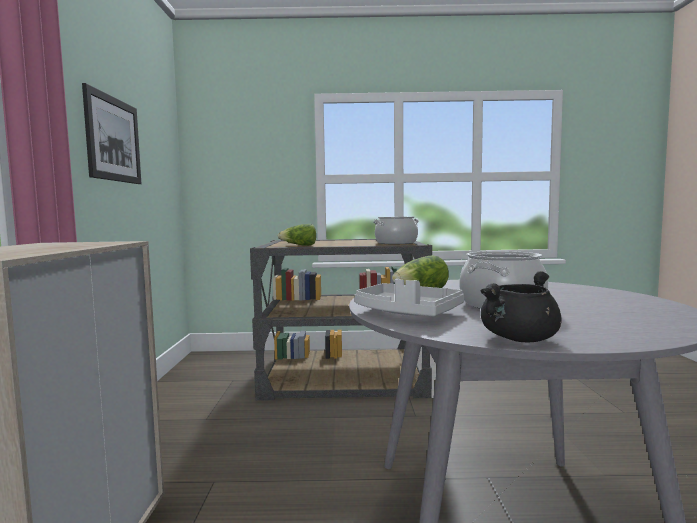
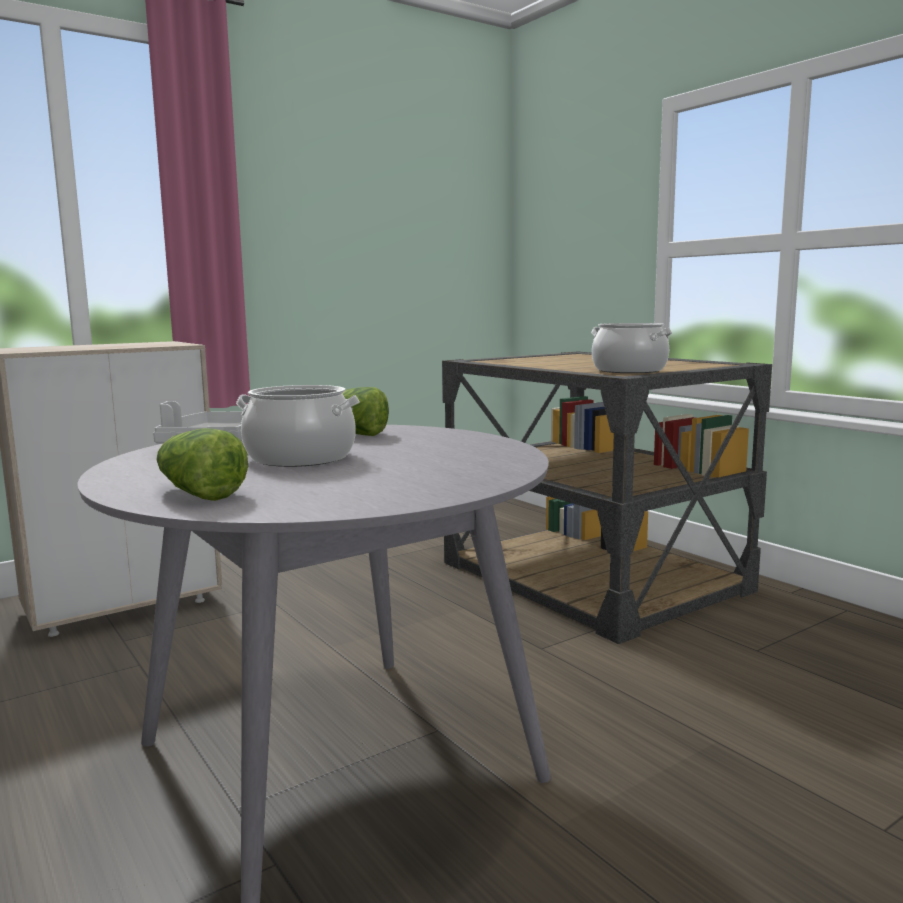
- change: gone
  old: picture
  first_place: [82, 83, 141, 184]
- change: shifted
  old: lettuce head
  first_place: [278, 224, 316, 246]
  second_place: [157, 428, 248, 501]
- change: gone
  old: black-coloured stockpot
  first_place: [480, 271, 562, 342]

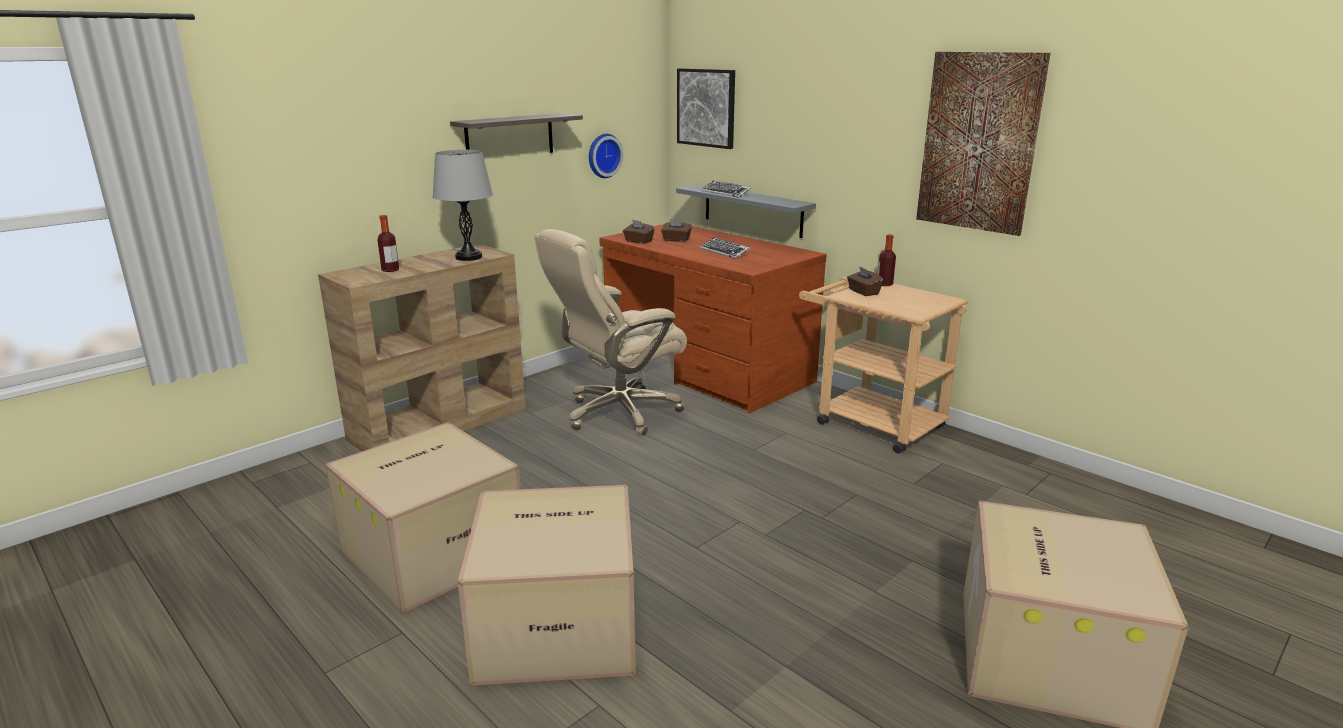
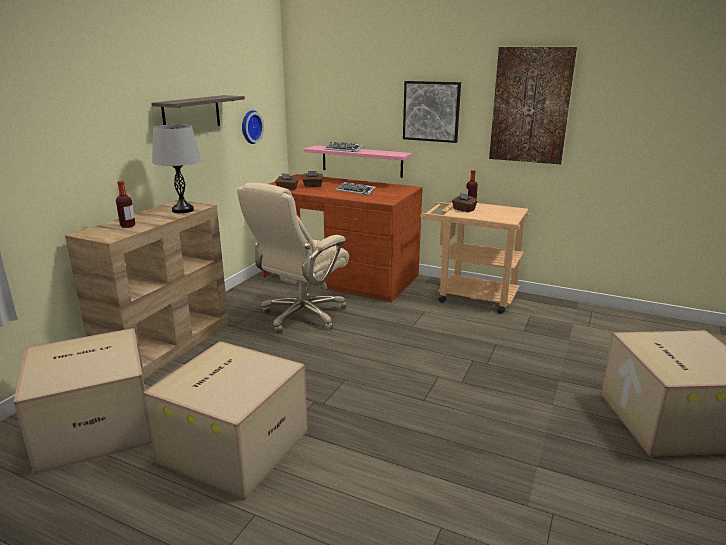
- change: shifted
  old: picture
  first_place: [677, 68, 735, 149]
  second_place: [403, 81, 461, 143]
- change: repainted
  old: gray bracket shelf
  new: pinkish bracket shelf
  first_place: [676, 184, 816, 238]
  second_place: [304, 145, 412, 178]
- change: shifted
  old: carton
  first_place: [458, 485, 636, 686]
  second_place: [14, 328, 152, 474]

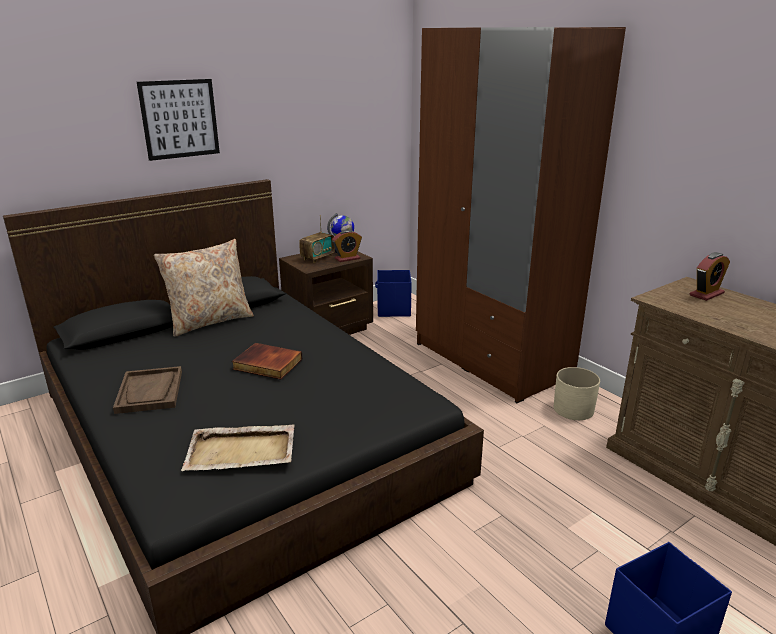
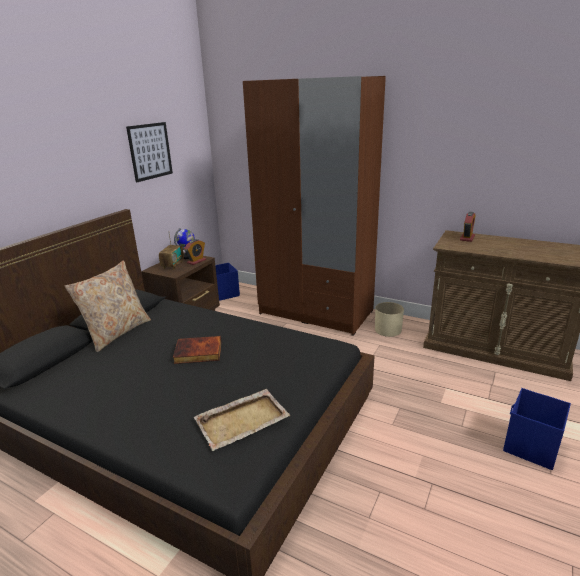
- change: shifted
  old: picture
  first_place: [137, 79, 220, 161]
  second_place: [126, 122, 173, 182]
- change: gone
  old: brownish serving tray
  first_place: [113, 366, 182, 414]

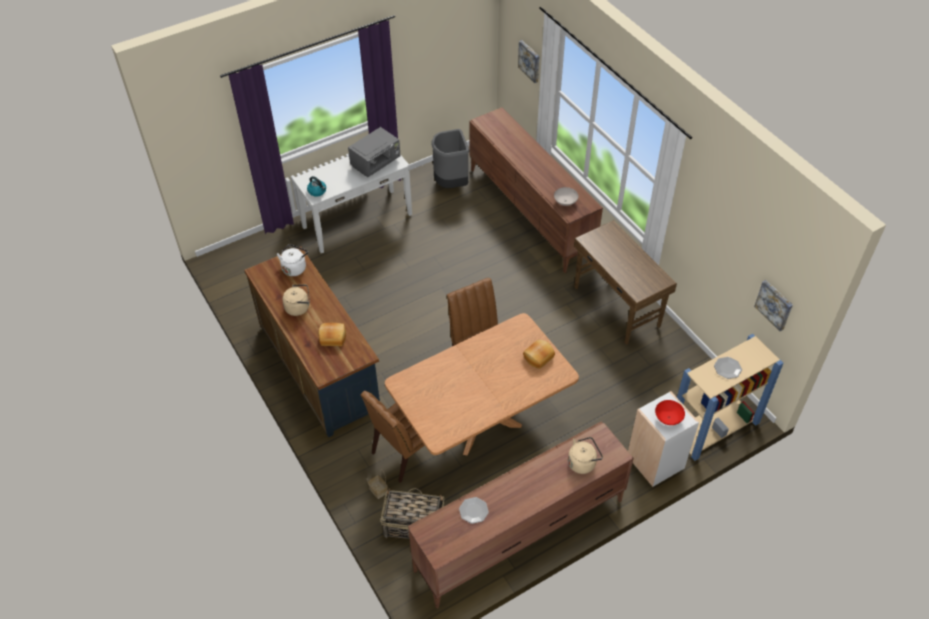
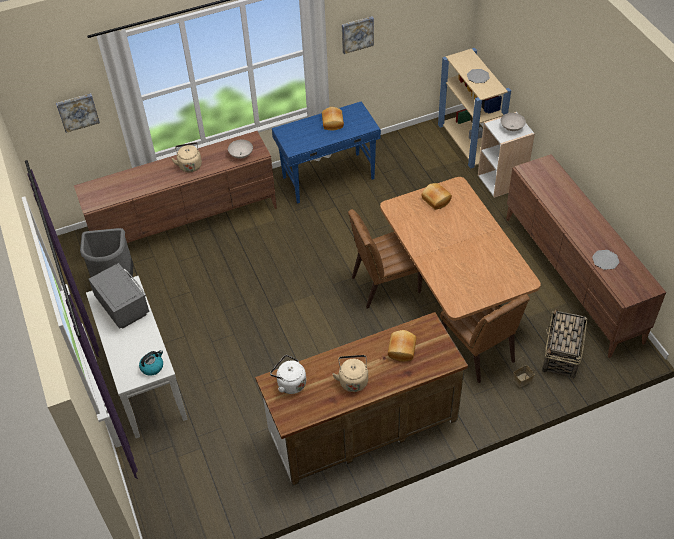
- change: repainted
  old: brownish console table
  new: bluish console table
  first_place: [574, 220, 677, 345]
  second_place: [272, 101, 381, 204]
- change: repainted
  old: bluish drawer chest
  new: white-coloured drawer chest
  first_place: [244, 246, 380, 437]
  second_place: [255, 312, 468, 485]
- change: shifted
  old: picture
  first_place: [754, 280, 793, 331]
  second_place: [342, 16, 374, 54]
- change: repainted
  old: red deep dish
  new: white-coloured deep dish
  first_place: [655, 400, 685, 425]
  second_place: [501, 113, 526, 131]
- change: shifted
  old: beige-coloured water kettle
  first_place: [568, 437, 603, 474]
  second_place: [171, 142, 202, 172]
- change: new
  new: bread
  second_place: [322, 107, 344, 131]

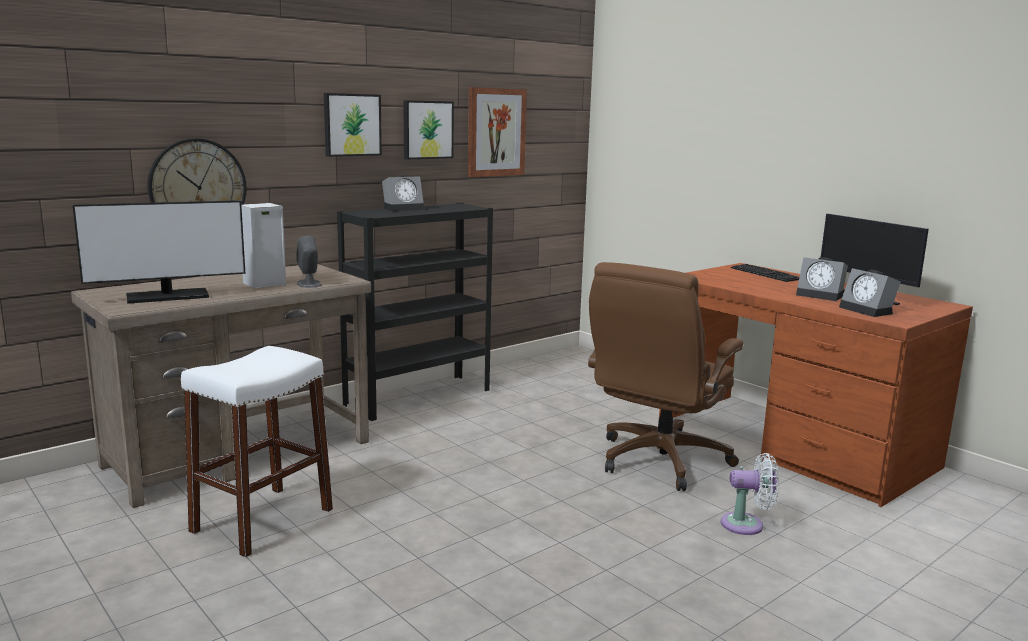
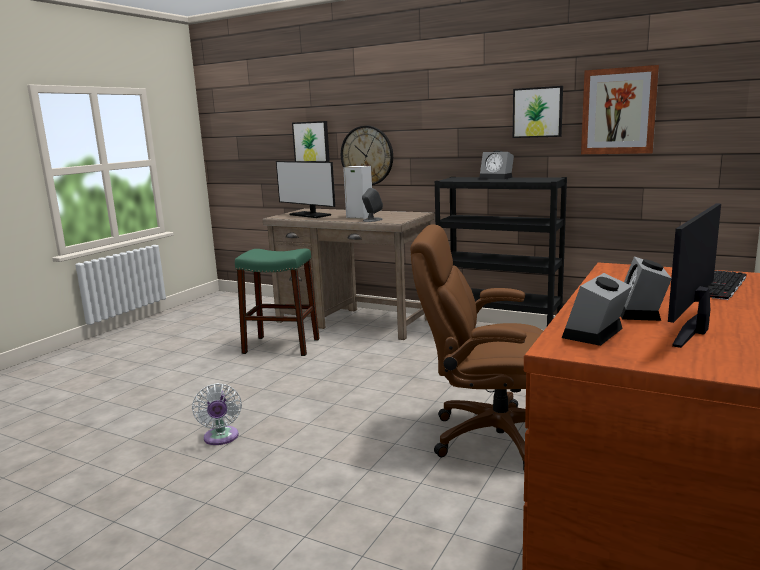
- change: shifted
  old: picture
  first_place: [324, 93, 382, 157]
  second_place: [292, 121, 330, 162]
- change: repainted
  old: white-coloured stool seat
  new: greenish stool seat
  first_place: [181, 346, 333, 558]
  second_place: [235, 249, 320, 356]
- change: shifted
  old: white-coloured electric fan
  first_place: [721, 453, 779, 535]
  second_place: [192, 383, 242, 445]

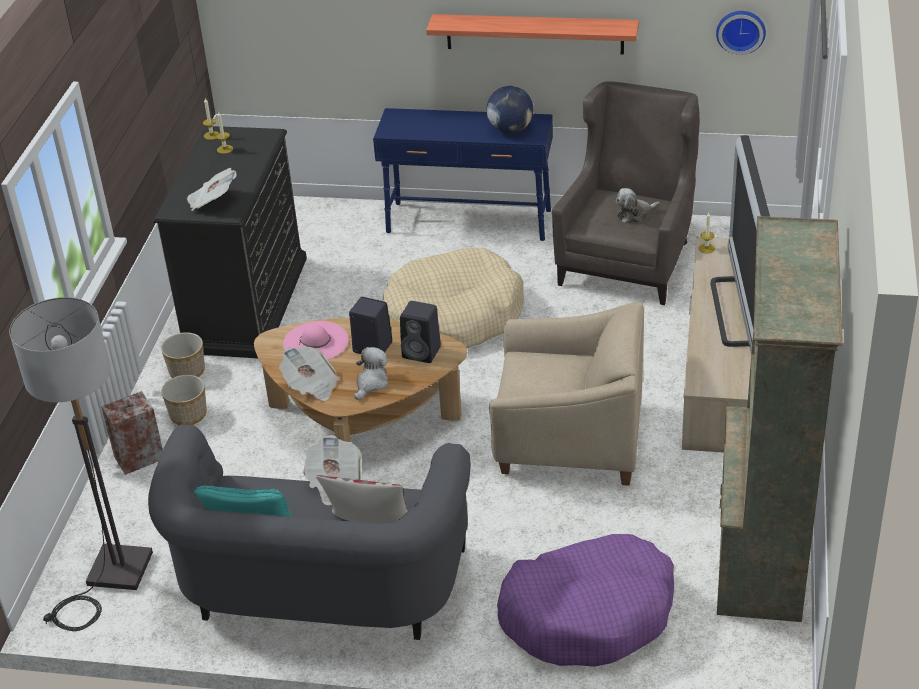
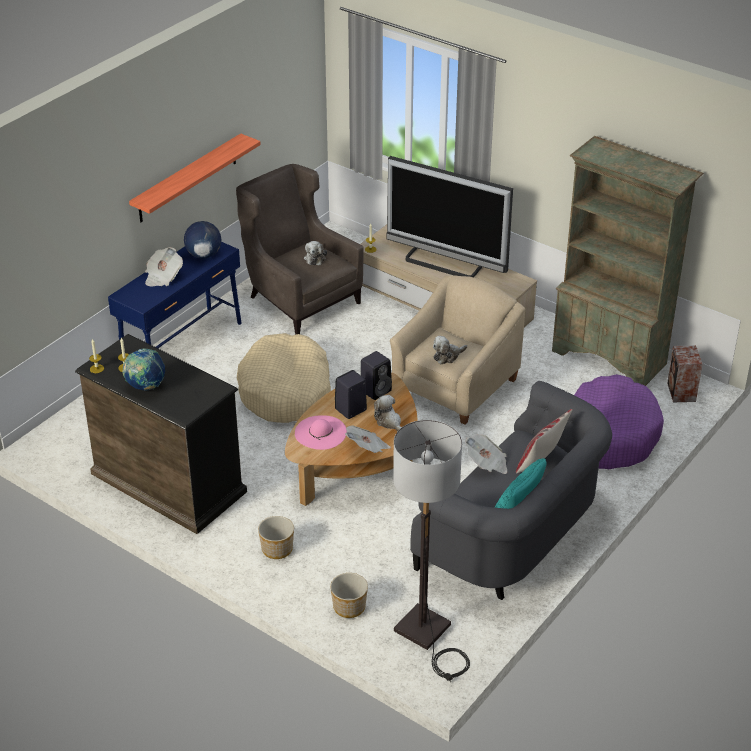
- change: gone
  old: clock on the wall
  first_place: [716, 11, 766, 55]
- change: shifted
  old: printed paper
  first_place: [187, 168, 237, 211]
  second_place: [145, 247, 183, 286]
- change: shifted
  old: planter
  first_place: [161, 332, 205, 378]
  second_place: [330, 573, 368, 618]
- change: shifted
  old: speaker
  first_place: [101, 391, 163, 475]
  second_place: [667, 345, 703, 402]
- change: new
  new: cuddly toy
  second_place: [433, 336, 467, 364]
- change: new
  new: desk globe
  second_place: [123, 348, 165, 390]

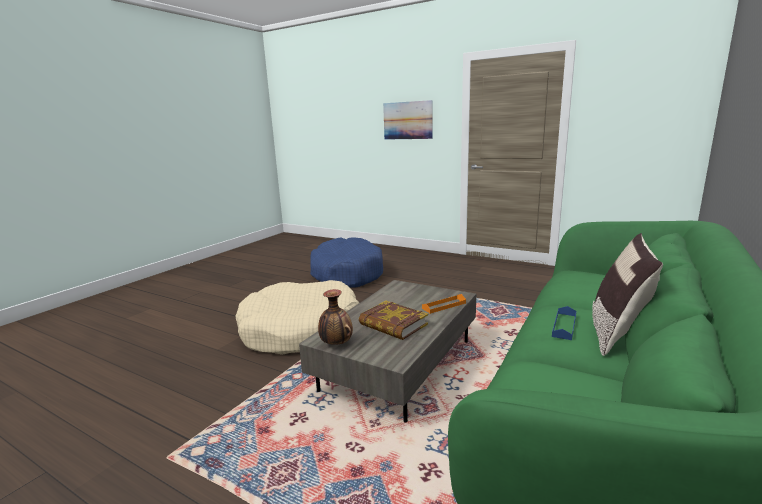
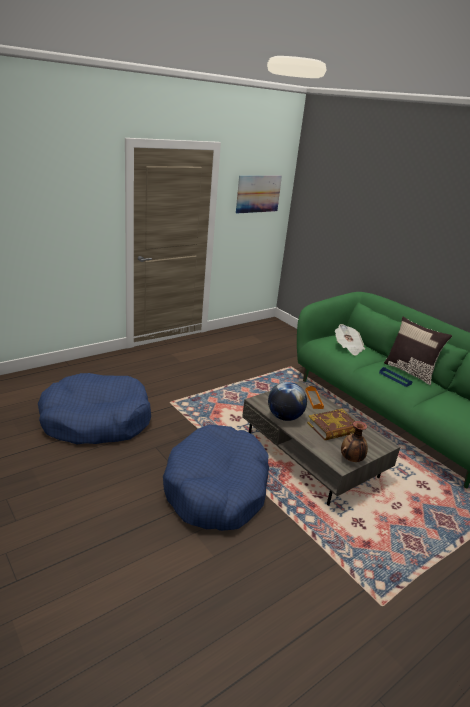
- change: shifted
  old: picture
  first_place: [383, 100, 433, 140]
  second_place: [236, 175, 282, 213]
- change: repainted
  old: beige-coloured dog cushion
  new: bluish dog cushion
  first_place: [235, 280, 360, 355]
  second_place: [163, 424, 269, 531]
- change: new
  new: printed paper
  second_place: [335, 324, 365, 356]
- change: new
  new: desk globe
  second_place: [268, 382, 307, 421]

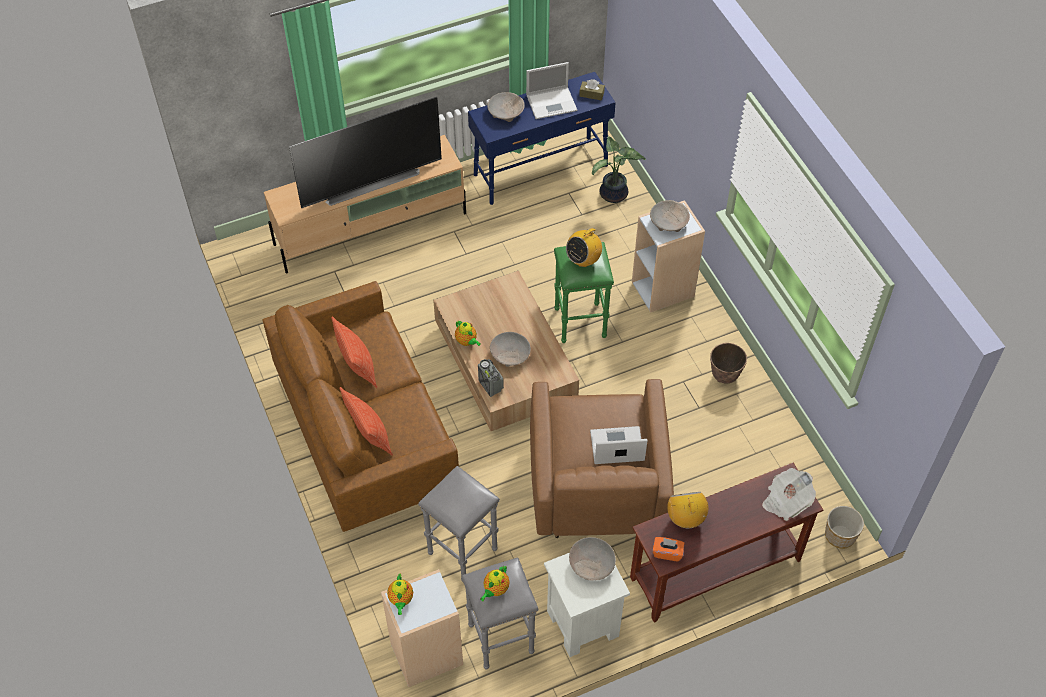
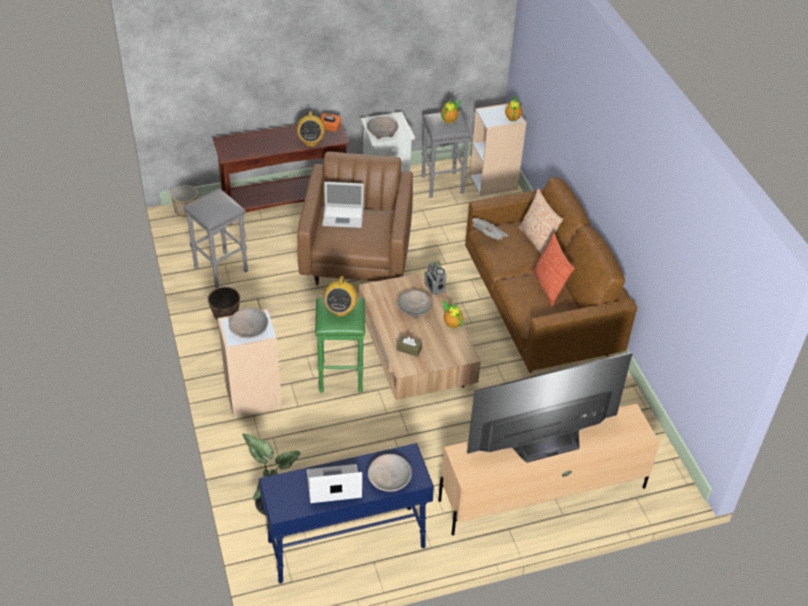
- change: shifted
  old: brownish tissue holder
  first_place: [579, 79, 605, 100]
  second_place: [396, 336, 422, 357]
- change: rotated
  old: radio receiver
  first_place: [566, 224, 602, 267]
  second_place: [323, 275, 358, 316]
  degrees: 135
- change: repainted
  old: orangey throw pillow
  new: beige-coloured throw pillow
  first_place: [340, 387, 393, 456]
  second_place: [518, 189, 563, 256]
- change: shifted
  old: gray stool seat
  first_place: [418, 466, 500, 582]
  second_place: [183, 188, 248, 288]
- change: shifted
  old: printed paper
  first_place: [762, 468, 816, 521]
  second_place: [472, 218, 508, 240]

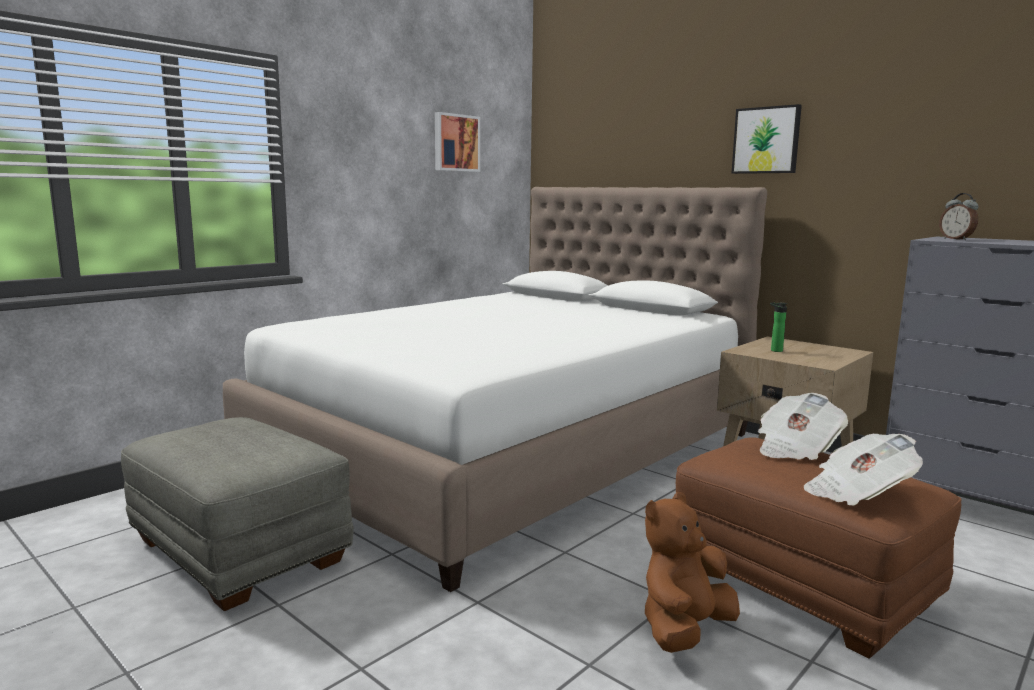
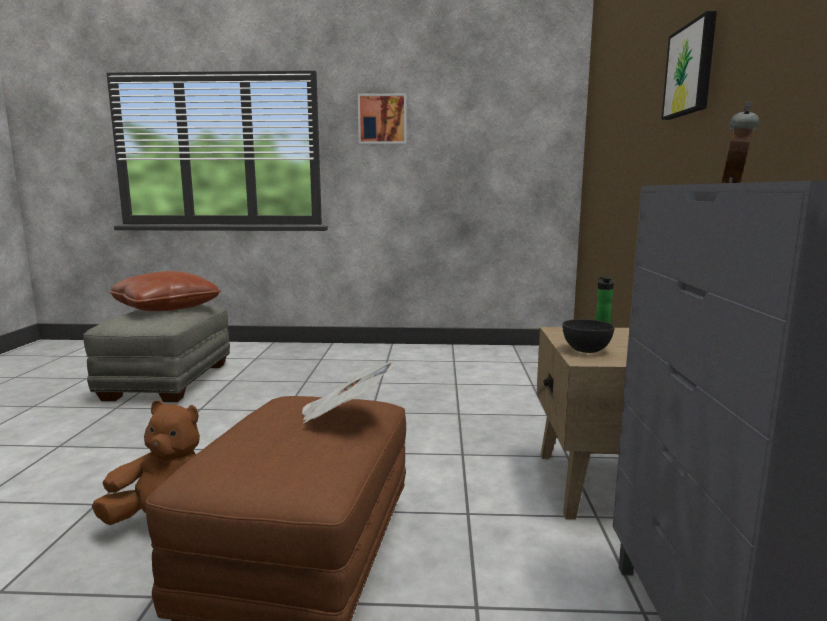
- change: shifted
  old: picture
  first_place: [435, 112, 480, 172]
  second_place: [358, 93, 407, 144]
- change: gone
  old: white-coloured sleeping bed
  first_place: [223, 187, 767, 592]
- change: gone
  old: printed paper
  first_place: [804, 434, 923, 506]
- change: new
  new: brownish throw pillow
  second_place: [109, 271, 221, 311]
- change: new
  new: gray deep dish
  second_place: [562, 319, 615, 353]

